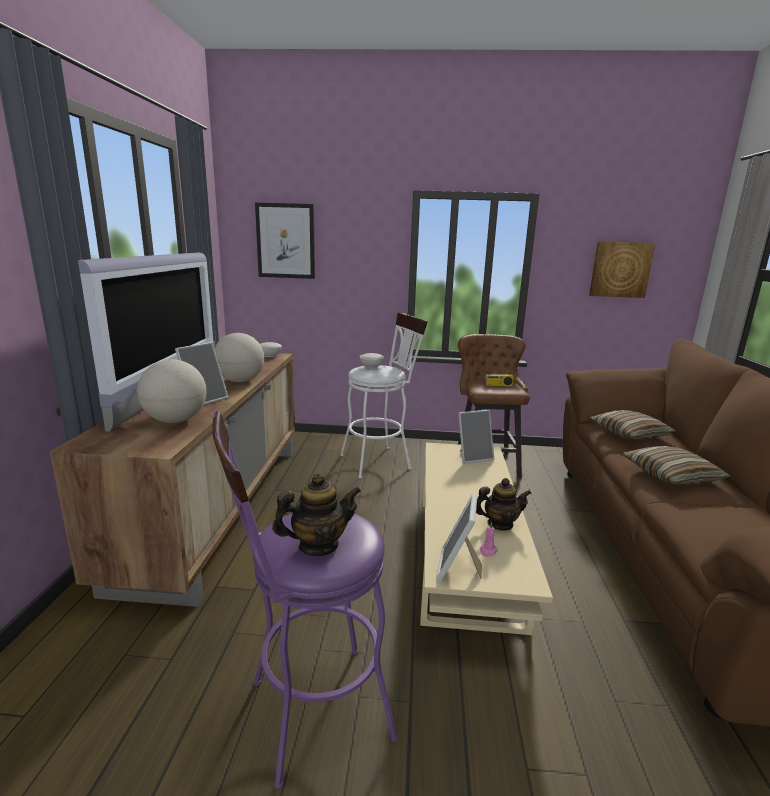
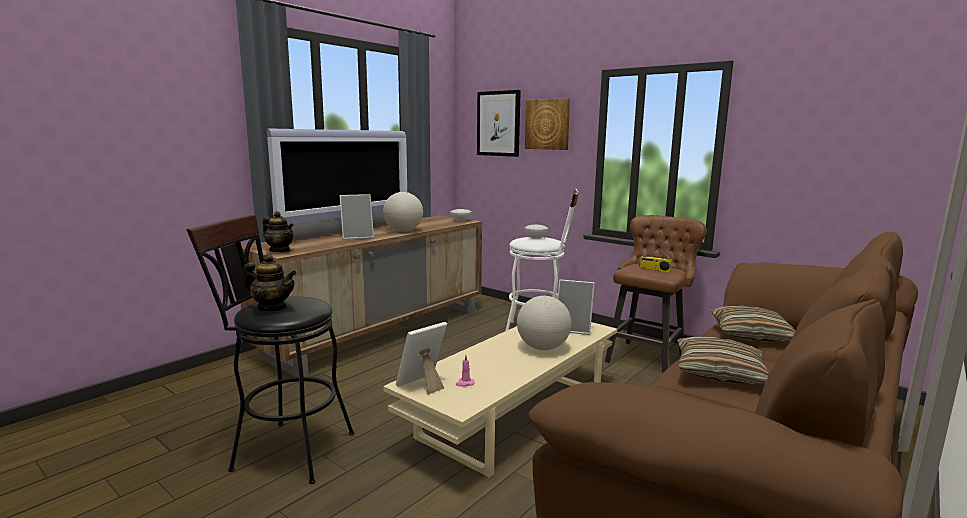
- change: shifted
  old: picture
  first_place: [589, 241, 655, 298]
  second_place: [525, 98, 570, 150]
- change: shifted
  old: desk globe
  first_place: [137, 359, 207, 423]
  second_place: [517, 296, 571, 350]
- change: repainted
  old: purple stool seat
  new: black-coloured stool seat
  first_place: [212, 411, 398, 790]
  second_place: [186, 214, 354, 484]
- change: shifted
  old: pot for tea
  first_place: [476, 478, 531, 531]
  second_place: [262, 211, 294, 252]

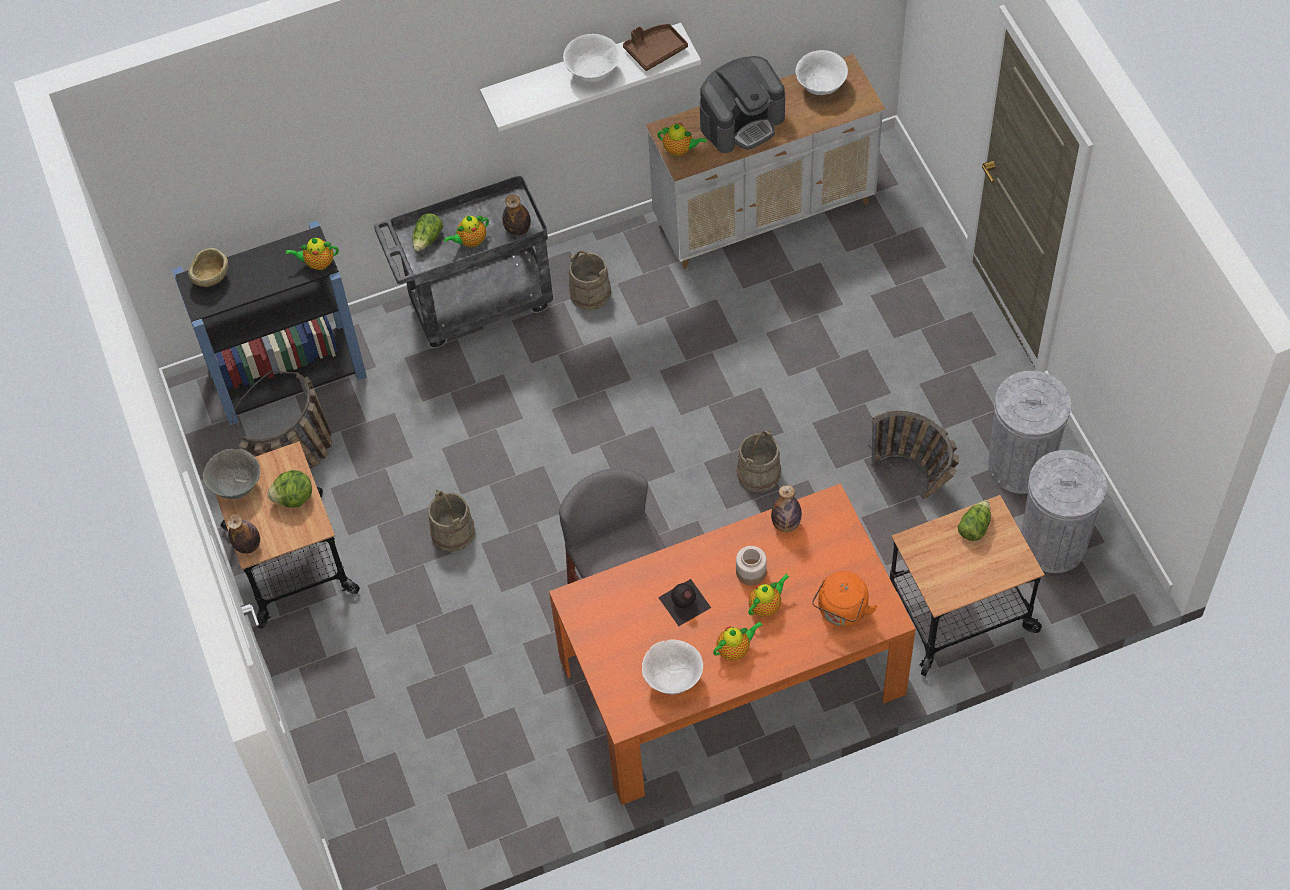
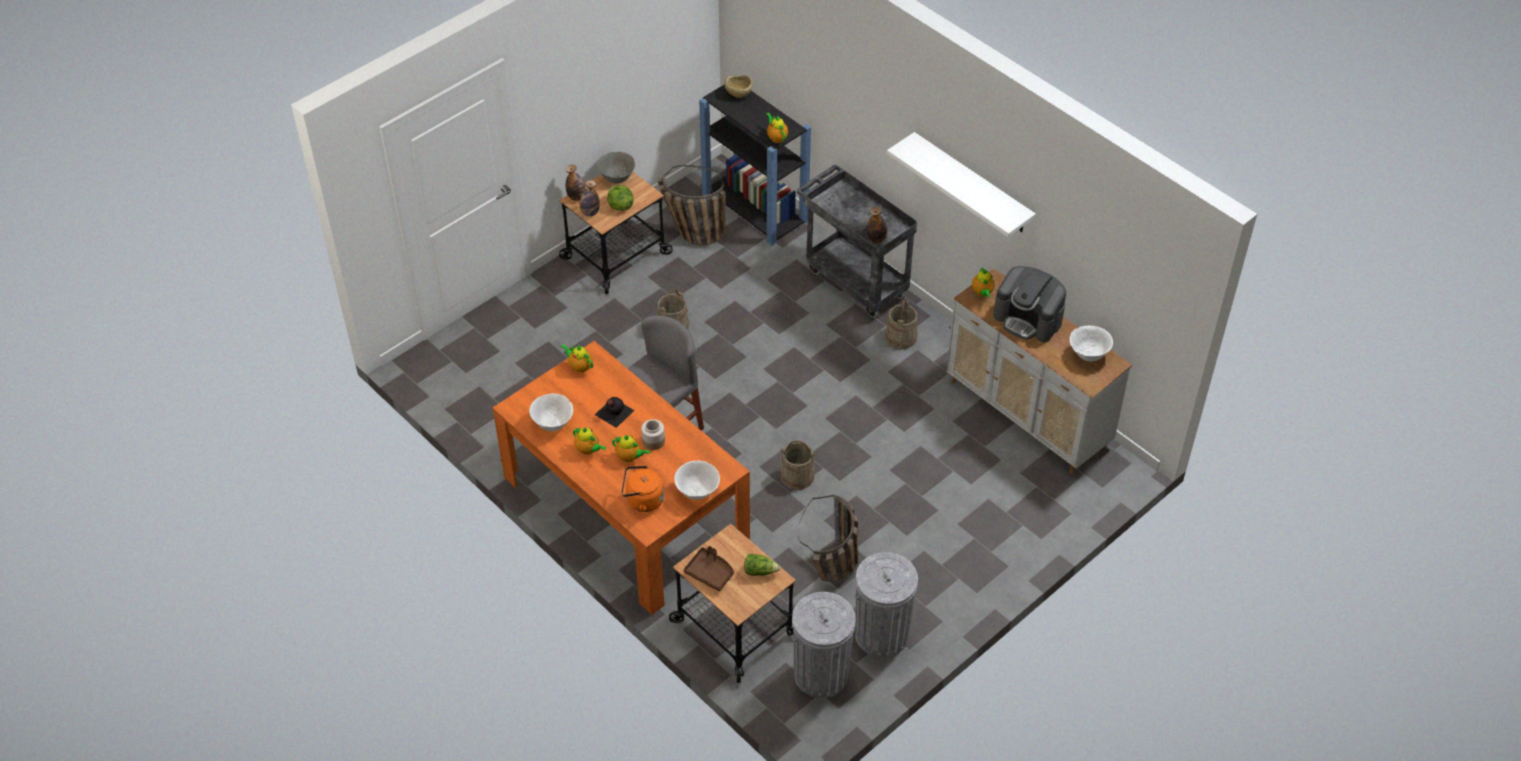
- change: shifted
  old: brownish serving tray
  first_place: [623, 24, 688, 71]
  second_place: [683, 546, 734, 591]
- change: shifted
  old: white-coloured deep dish
  first_place: [563, 34, 620, 83]
  second_place: [674, 461, 720, 500]
- change: gone
  old: lettuce head
  first_place: [413, 213, 443, 252]
- change: shifted
  old: pot for tea
  first_place: [444, 216, 489, 247]
  second_place: [561, 344, 593, 373]
- change: shifted
  old: drink bottle
  first_place: [771, 485, 802, 532]
  second_place: [580, 180, 600, 216]

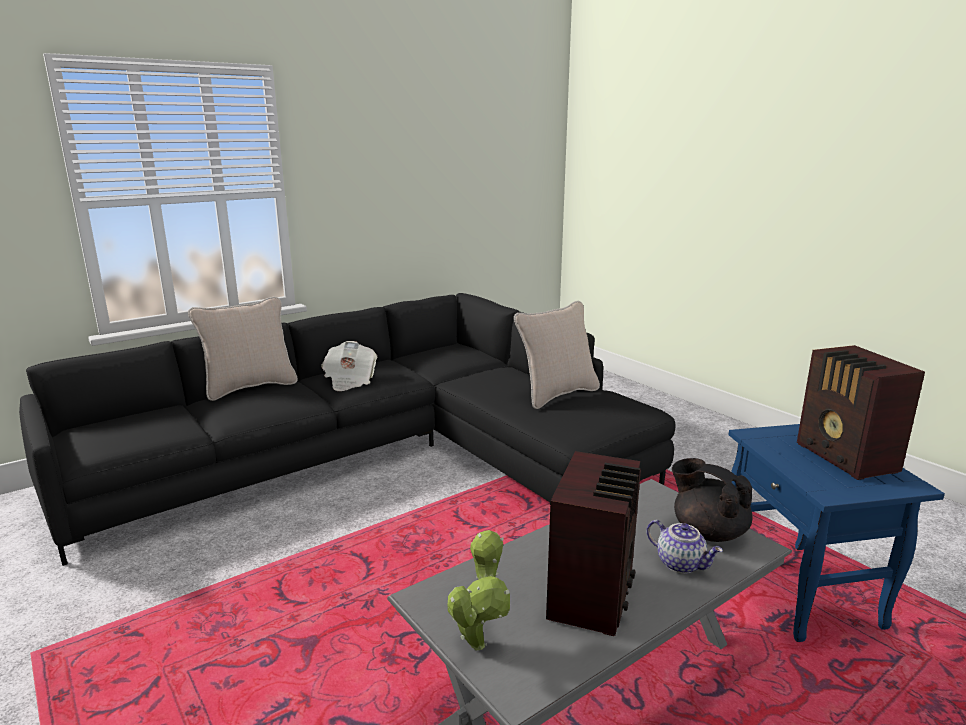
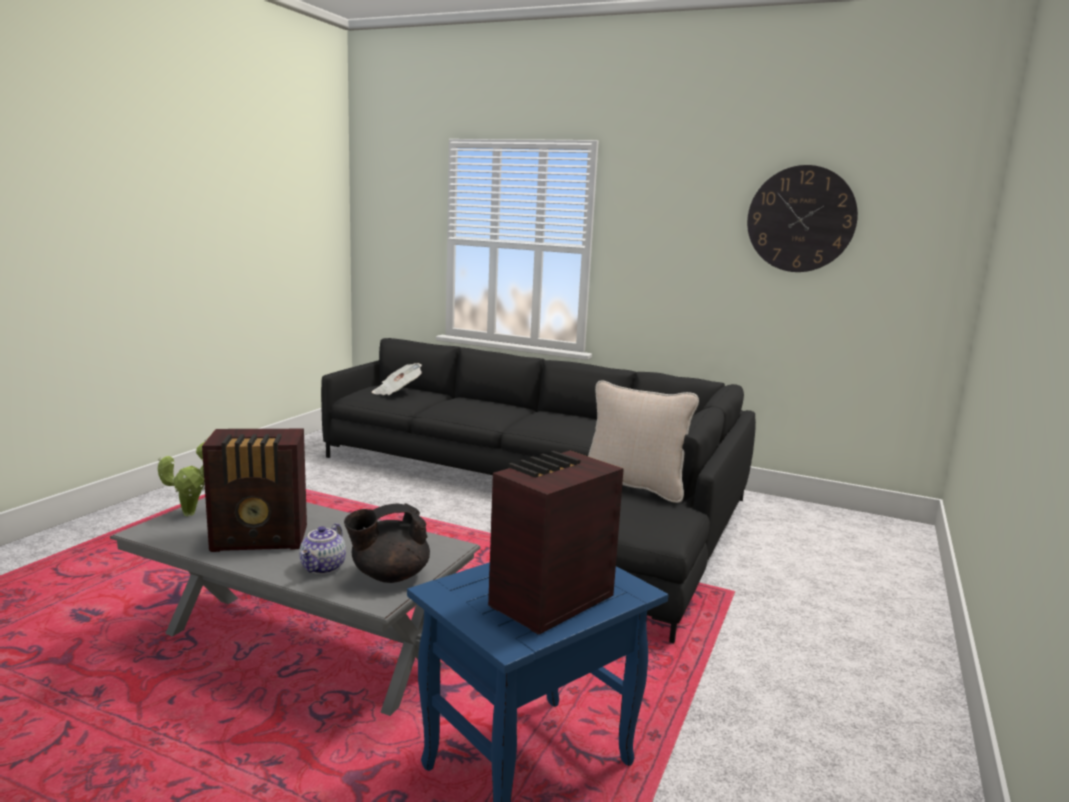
- change: gone
  old: beige-coloured throw pillow
  first_place: [188, 297, 298, 401]
- change: shifted
  old: printed paper
  first_place: [321, 341, 377, 391]
  second_place: [372, 363, 422, 395]
- change: rotated
  old: black-coloured pot for tea
  first_place: [672, 458, 753, 542]
  second_place: [344, 503, 430, 583]
  degrees: -135
- change: new
  new: clock on the wall
  second_place: [747, 165, 858, 272]

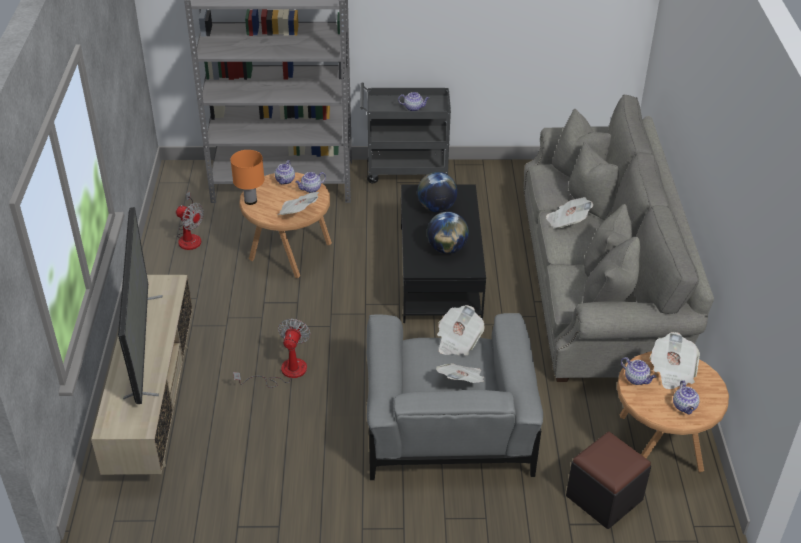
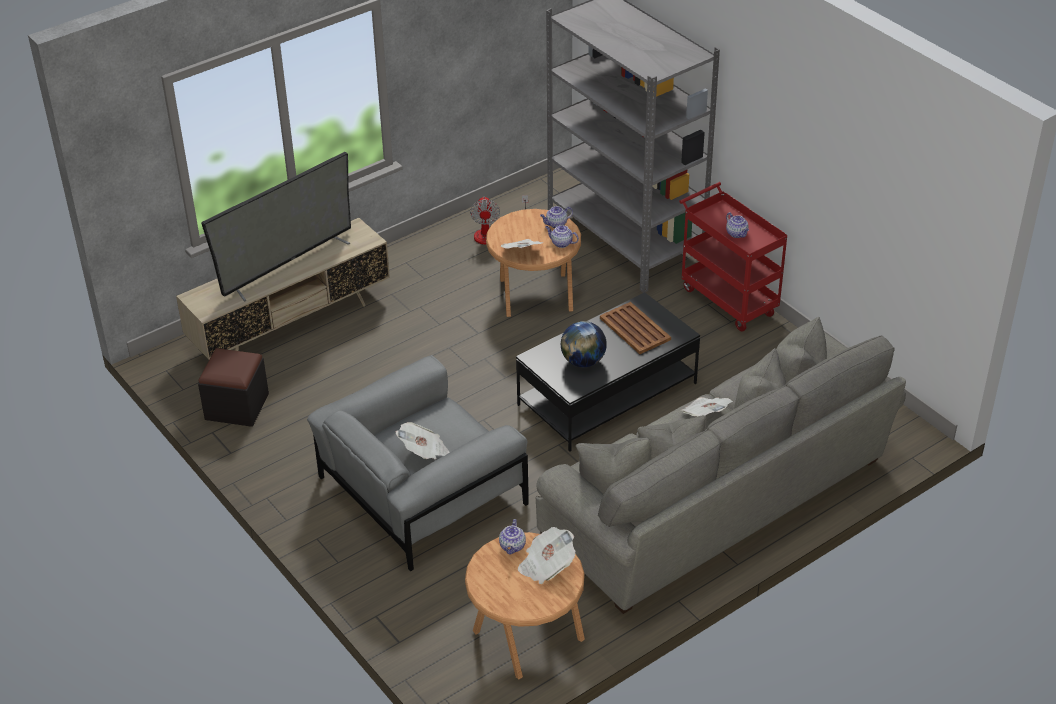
- change: repainted
  old: gray wheeled cart
  new: red wheeled cart
  first_place: [360, 82, 451, 183]
  second_place: [679, 182, 787, 332]
- change: gone
  old: orangey lamp for a table
  first_place: [230, 150, 265, 205]
- change: swapped
  old: desk globe
  new: brownish serving tray
  first_place: [417, 172, 457, 212]
  second_place: [600, 302, 671, 354]
- change: gone
  old: printed paper
  first_place: [437, 305, 485, 356]
- change: gone
  old: electric fan
  first_place: [233, 318, 311, 388]
- change: gone
  old: pot for tea
  first_place: [673, 380, 700, 414]
- change: shifted
  old: black-coloured footrest
  first_place: [566, 432, 651, 529]
  second_place: [198, 348, 269, 427]

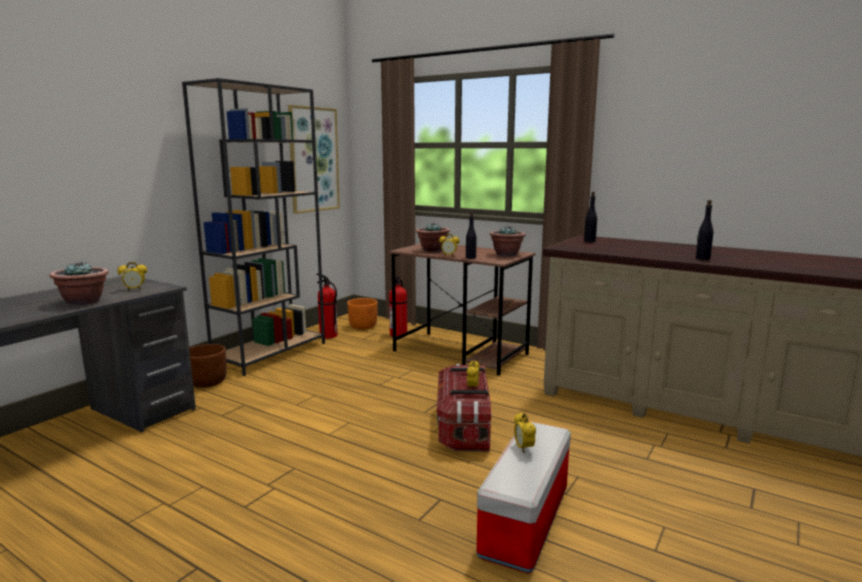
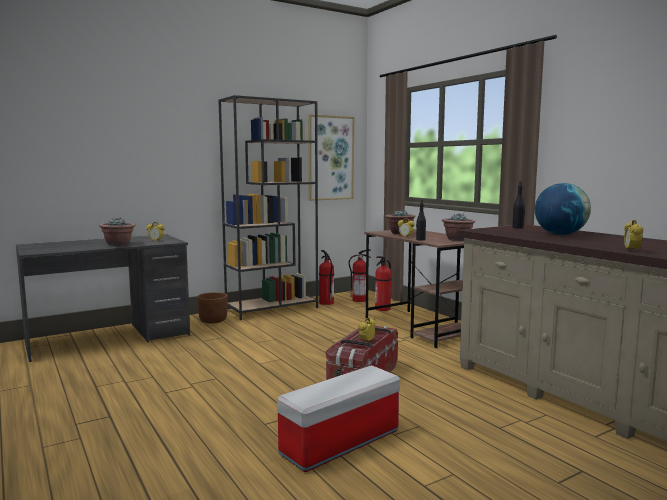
- change: gone
  old: black-coloured drink bottle
  first_place: [696, 200, 713, 260]
- change: swapped
  old: orangey planter
  new: fire-fighting cylinder
  first_place: [347, 298, 378, 330]
  second_place: [349, 249, 371, 302]
- change: shifted
  old: alarm clock
  first_place: [514, 412, 536, 453]
  second_place: [624, 220, 643, 252]
- change: new
  new: desk globe
  second_place: [535, 183, 591, 235]

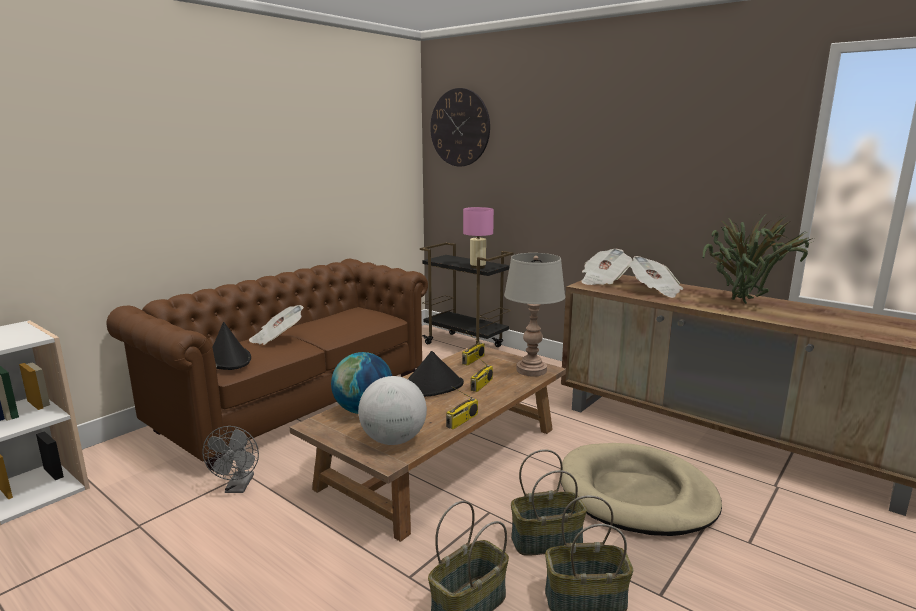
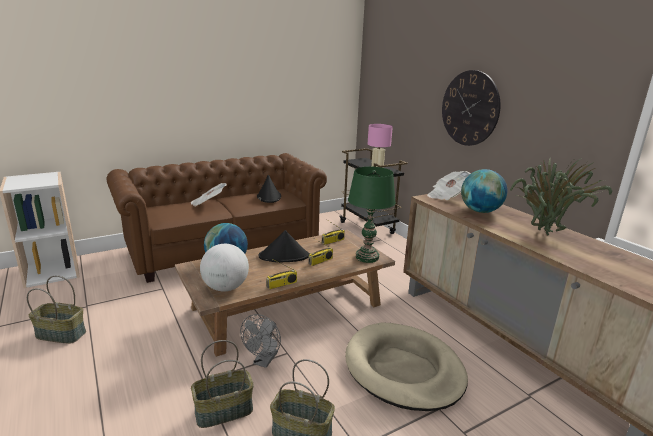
- change: shifted
  old: clock on the wall
  first_place: [430, 88, 490, 167]
  second_place: [442, 70, 501, 146]
- change: repainted
  old: gray lamp for a table
  new: greenish lamp for a table
  first_place: [504, 253, 565, 376]
  second_place: [348, 167, 396, 263]
- change: swapped
  old: printed paper
  new: desk globe
  first_place: [629, 256, 683, 298]
  second_place: [461, 169, 507, 213]
- change: shifted
  old: black-coloured clothing hat
  first_place: [212, 322, 251, 370]
  second_place: [257, 175, 281, 203]
- change: shifted
  old: gray electric fan
  first_place: [202, 426, 259, 493]
  second_place: [240, 314, 281, 368]
- change: shifted
  old: storage basket
  first_place: [511, 449, 587, 556]
  second_place: [27, 275, 86, 343]

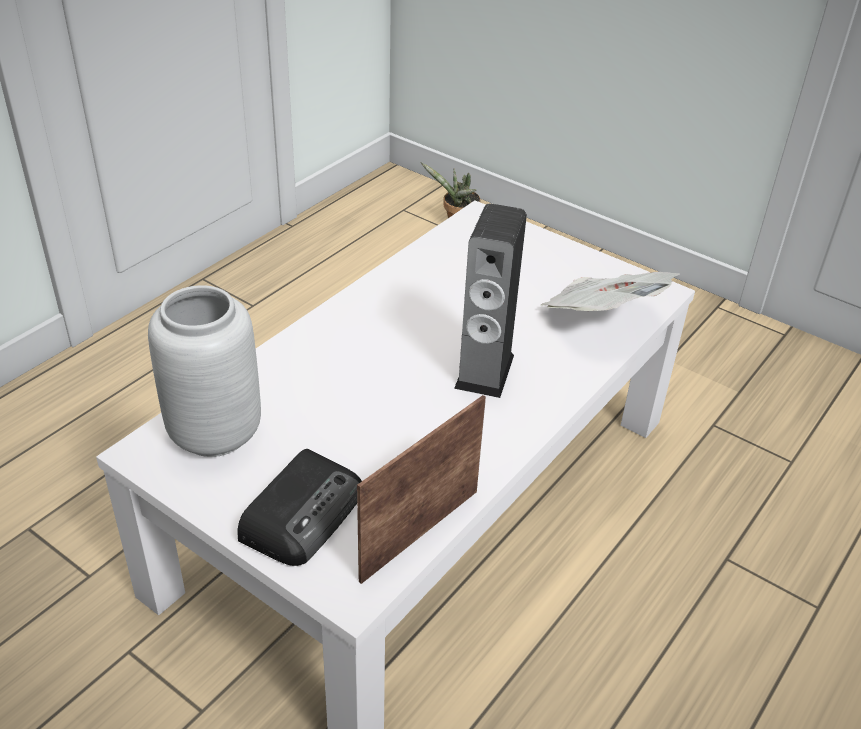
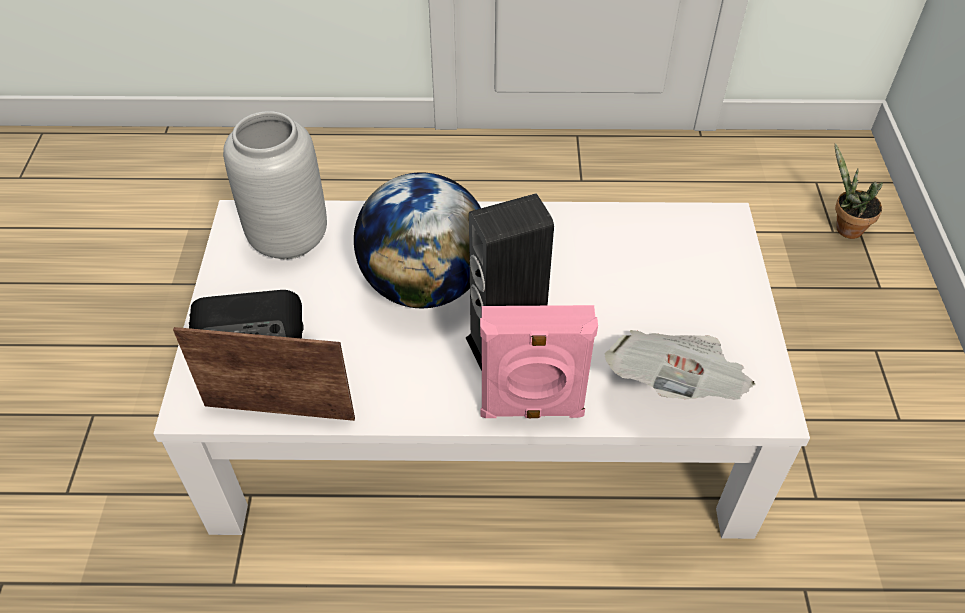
- change: new
  new: desk globe
  second_place: [354, 172, 481, 308]
- change: new
  new: pinkish speaker
  second_place: [480, 305, 598, 418]

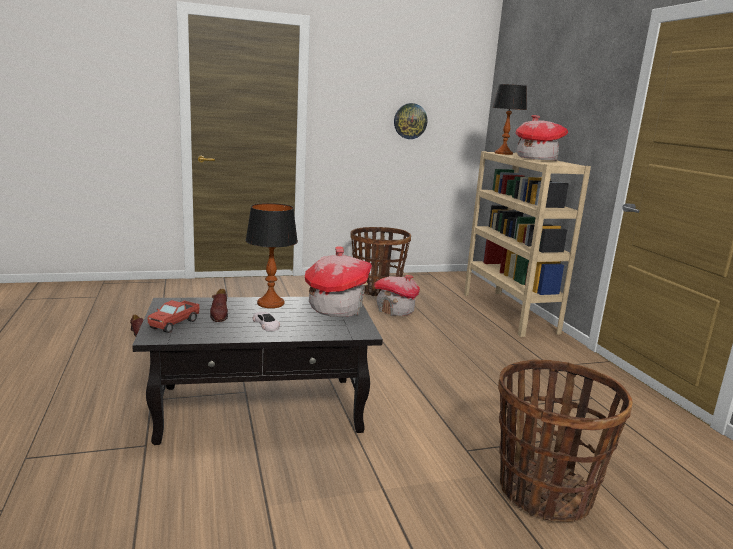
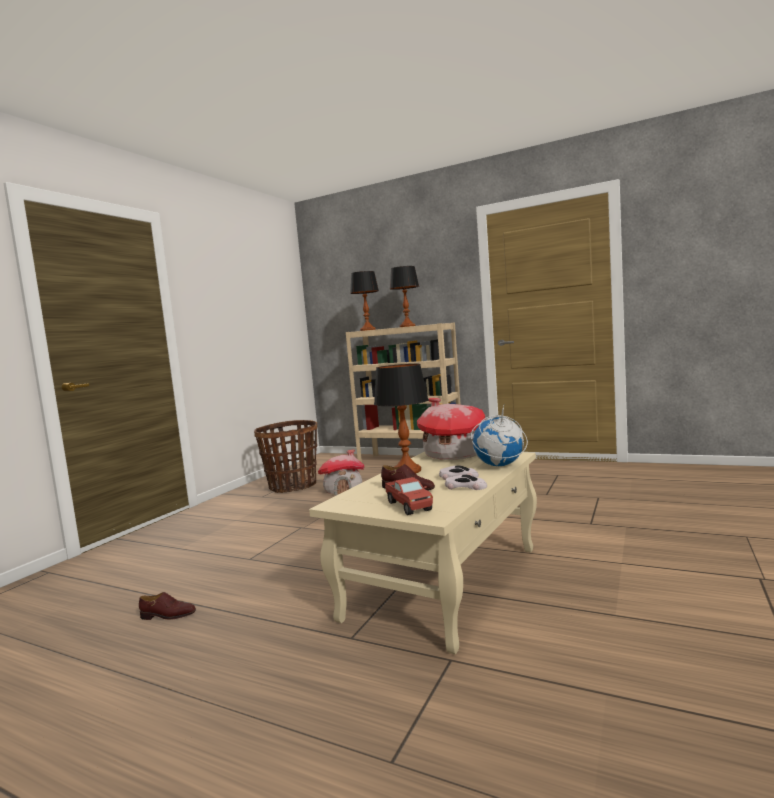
- change: gone
  old: clock on the wall
  first_place: [394, 103, 427, 139]
- change: swapped
  old: toy house
  new: lamp for a table
  first_place: [515, 115, 568, 161]
  second_place: [390, 266, 419, 327]
- change: repainted
  old: black-coloured lounge table
  new: beige-coloured lounge table
  first_place: [132, 297, 383, 445]
  second_place: [309, 452, 537, 654]
- change: gone
  old: storage basket
  first_place: [498, 359, 633, 522]
- change: new
  new: desk globe
  second_place: [471, 406, 528, 466]
- change: new
  new: white-coloured miniature car
  second_place: [445, 475, 487, 490]

